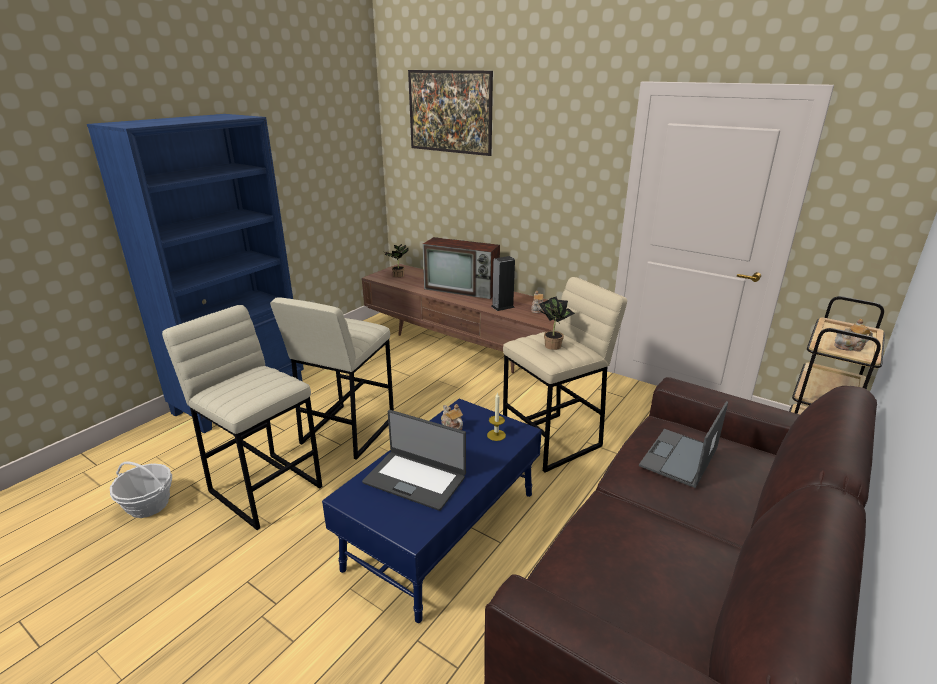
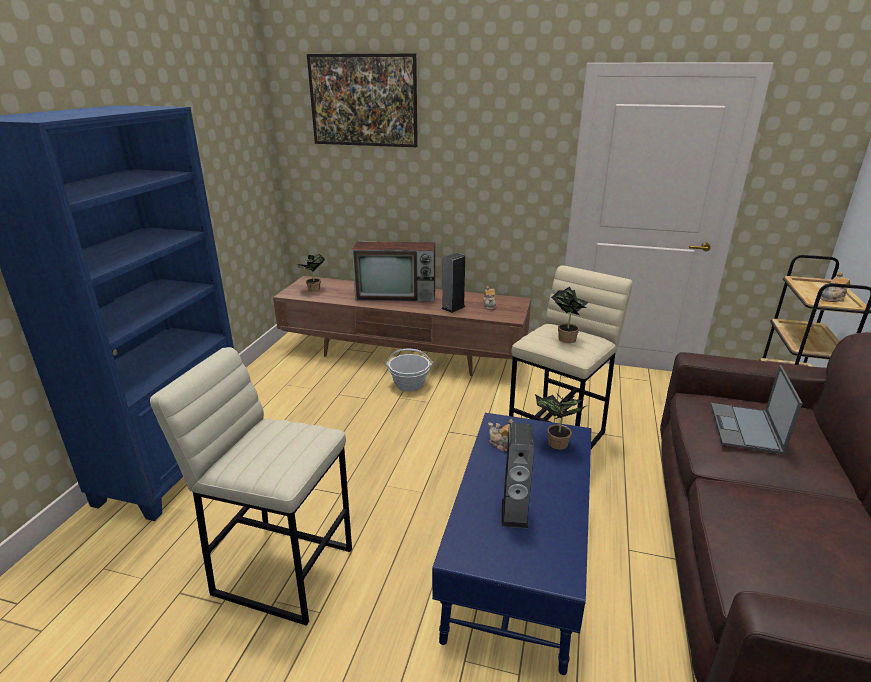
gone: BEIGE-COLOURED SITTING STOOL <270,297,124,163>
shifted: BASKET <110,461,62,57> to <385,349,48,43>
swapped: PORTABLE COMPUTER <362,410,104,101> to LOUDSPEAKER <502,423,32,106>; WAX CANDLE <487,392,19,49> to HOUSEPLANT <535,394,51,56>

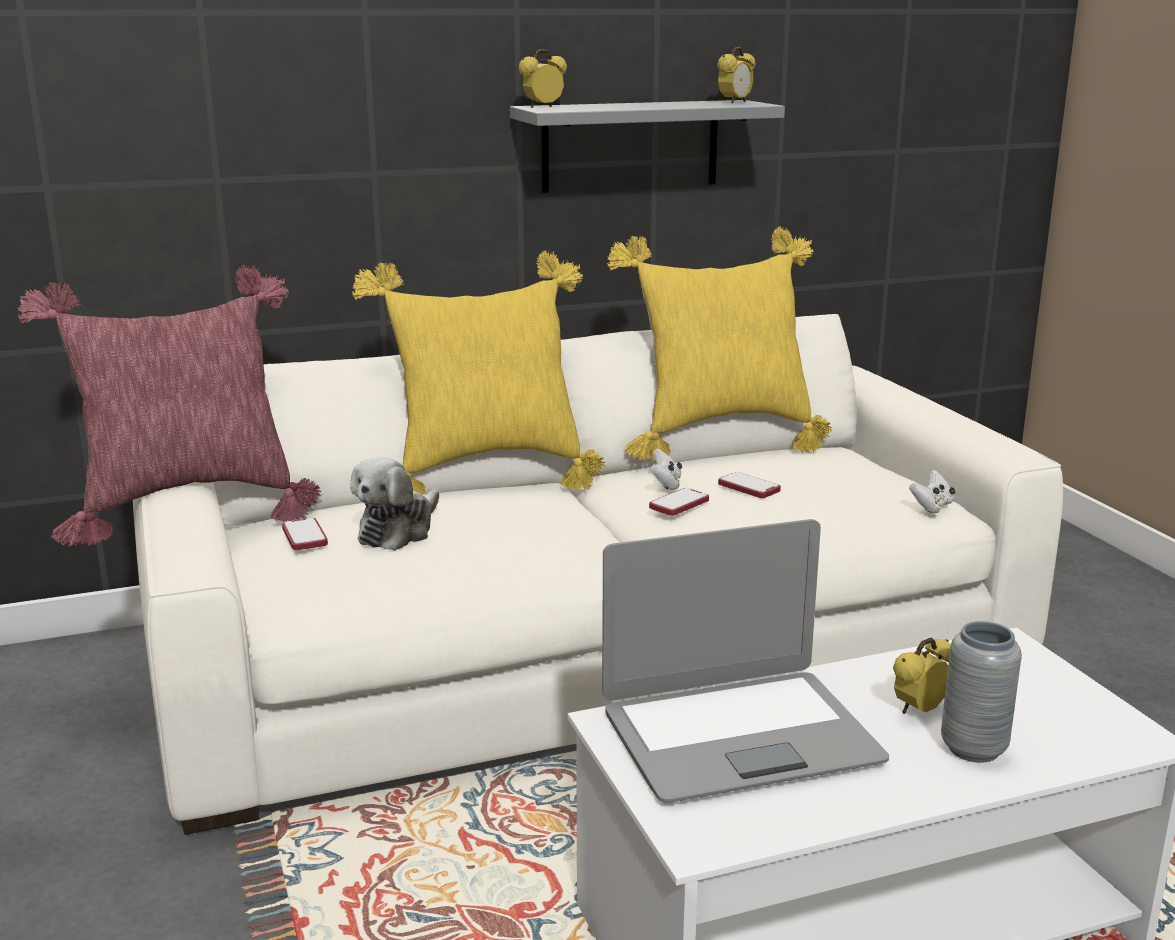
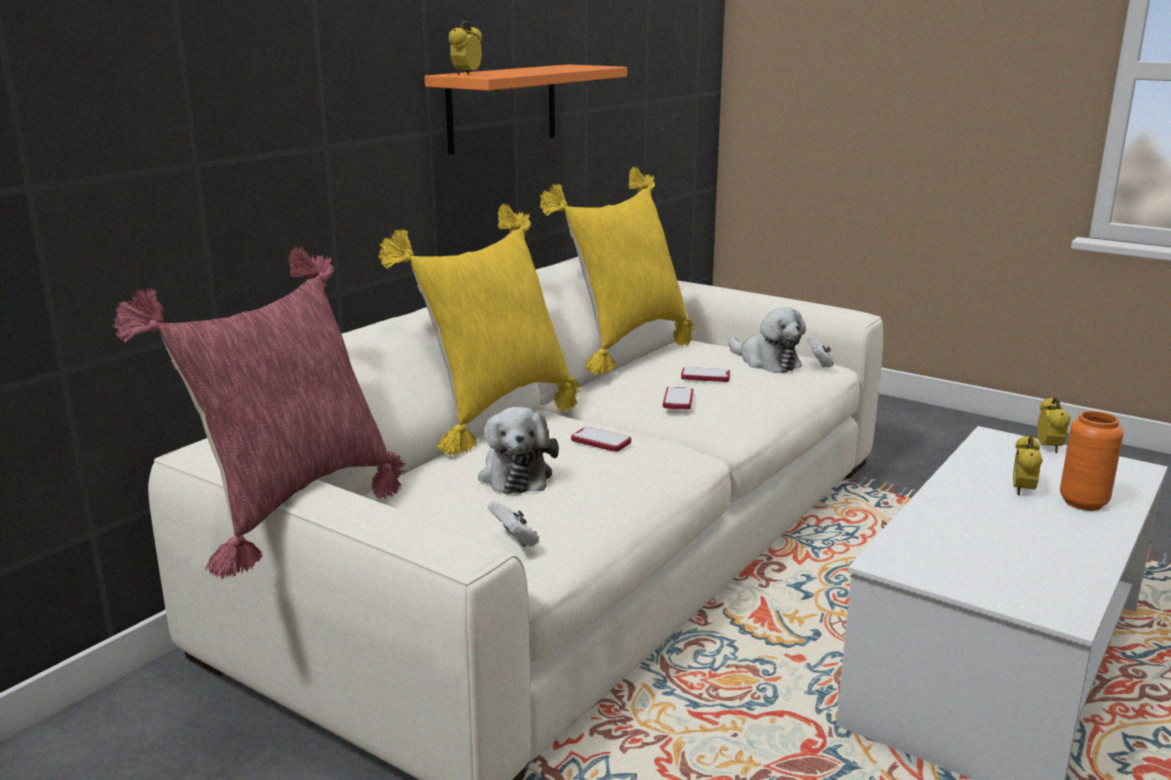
gone: PORTABLE COMPUTER <602,519,287,284>
new: CUDDLY TOY <729,307,77,66>
shifted: WHITE-COLOURED JOYPAD <649,449,33,41> to <487,501,52,46>; PHONE <282,518,46,32> to <571,427,60,25>; TABLE CLOCK <717,47,39,56> to <1037,397,34,56>
repainted: GREYISH WALL SHELF <510,100,275,93> to ORANGE-COLOURED WALL SHELF <424,64,203,91>; GREYISH DECORATIVE VASE <941,621,81,142> to ORANGE-COLOURED DECORATIVE VASE <1060,411,64,100>

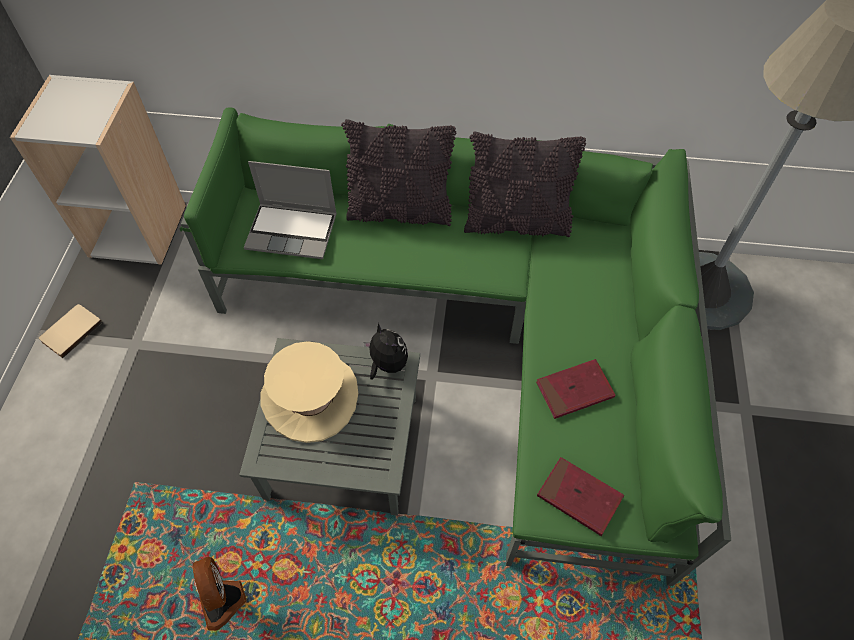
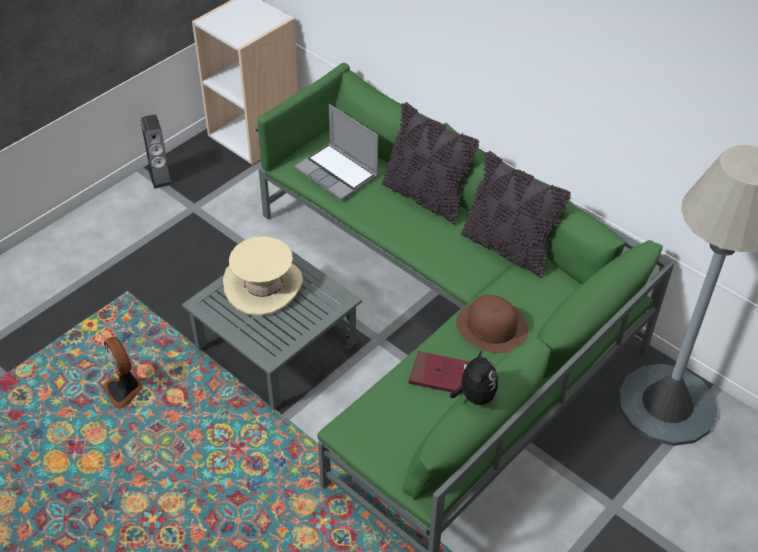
gone: RED BOOK <537,457,87,79>
new: BROWN-COLOURED HAT <456,295,72,58>
shifted: CUDDLY TOY <364,323,44,57> to <450,348,48,57>
swapped: BEIGE-COLOURED BOOK <39,304,64,54> to LOUDSPEAKER <140,115,33,74>
rotated: ELECTRIC FAN <193,557,54,74> = <102,337,41,72> 45 degrees counterclockwise

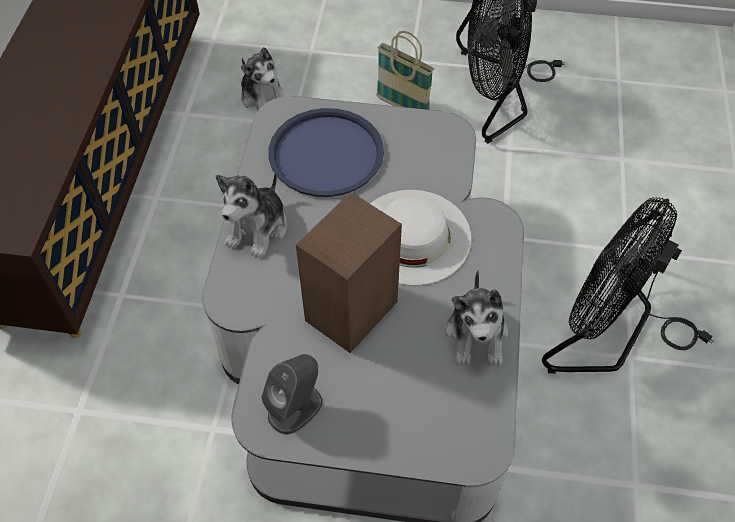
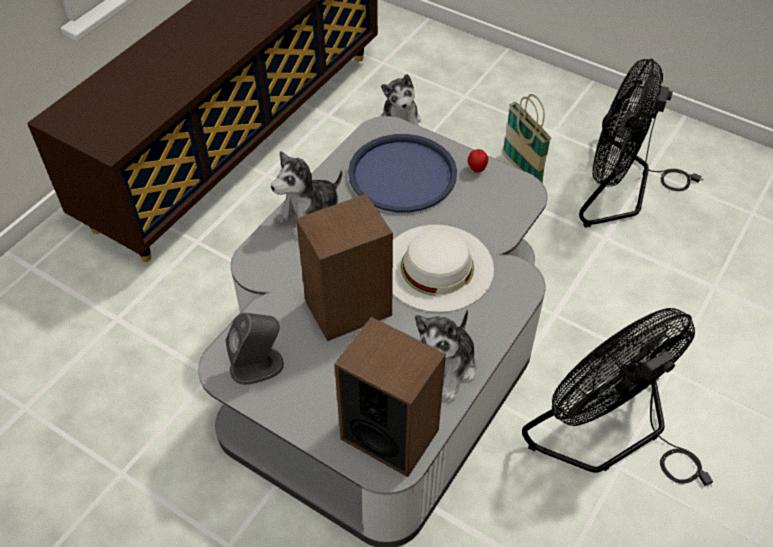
new: LOUDSPEAKER <334,317,112,160>; WHOLE APPLE <468,149,20,23>

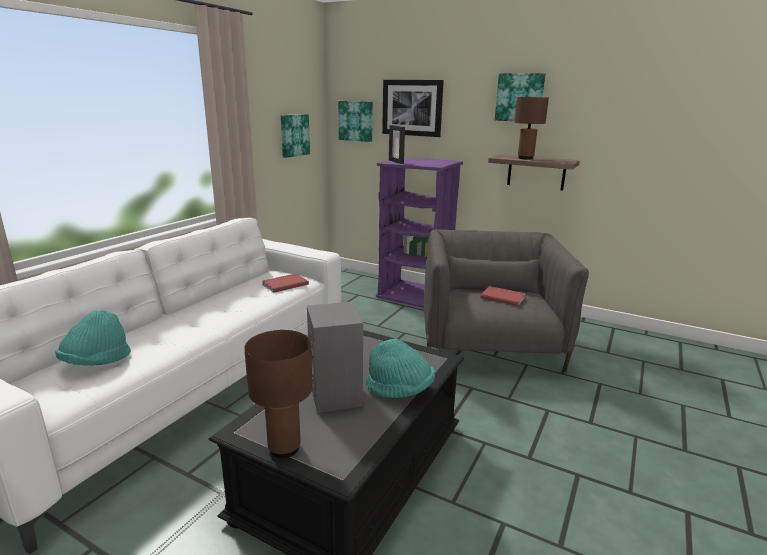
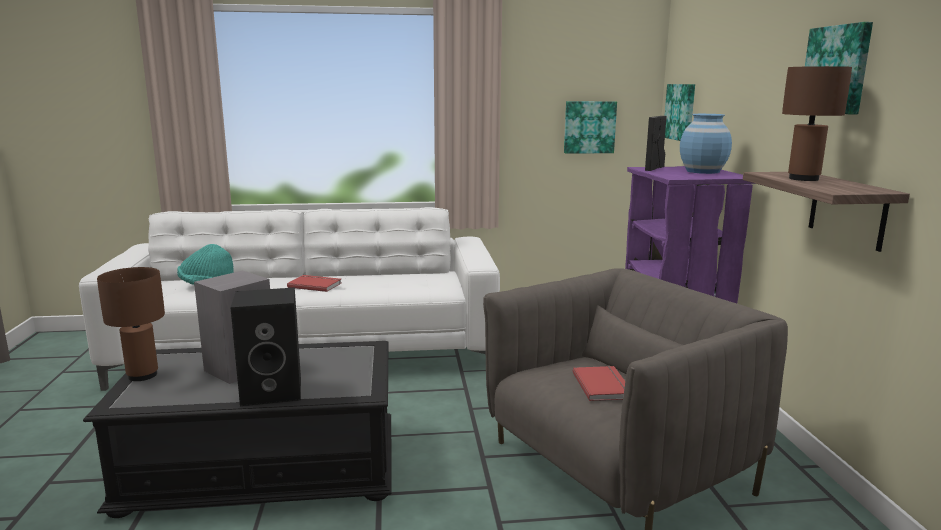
gone: WALL ART <382,80,62,57>
new: BLUISH DECORATIVE VASE <680,114,52,60>
shifted: RED BOOK <262,273,47,20> to <287,275,54,17>
swapped: BLUE-GREEN HAT <366,339,69,59> to BLACKISH LOUDSPEAKER <230,288,71,118>

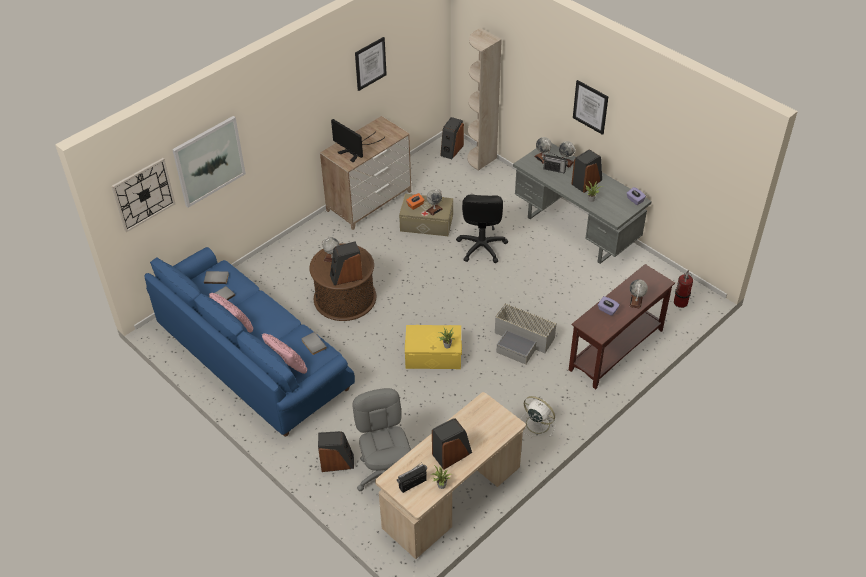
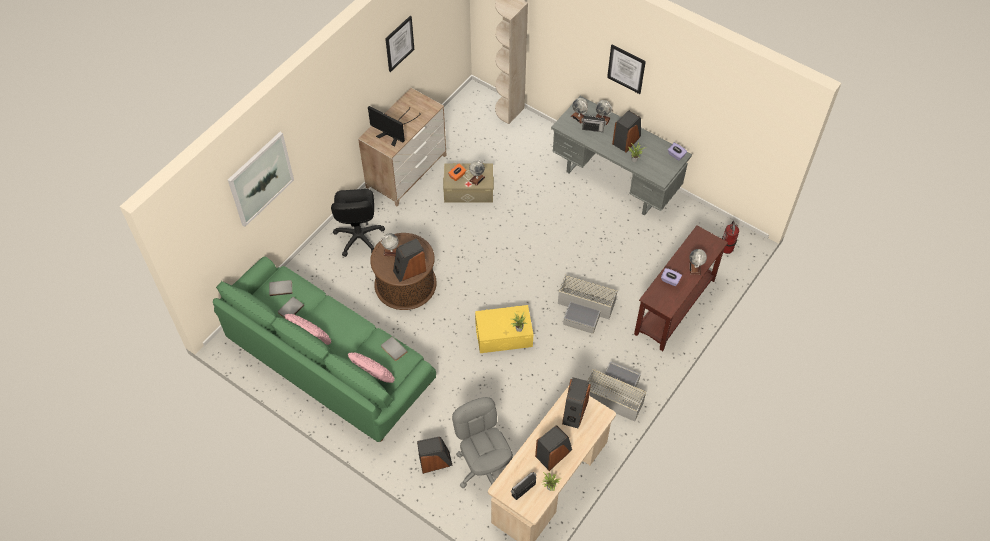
gone: CLOCK ON THE WALL <112,158,63,74>
shifted: BLACKISH COMPUTER CHAIR <456,195,52,68> to <331,189,54,68>; LOUDSPEAKER <440,117,24,42> to <562,377,29,51>
swapped: WHITE-COLOURED ELECTRIC FAN <520,396,36,41> to GREYISH STORAGE BIN <588,361,59,61>
repainted: BLUISH COUCH <144,247,211,189> to GREENISH COUCH <213,256,223,186>

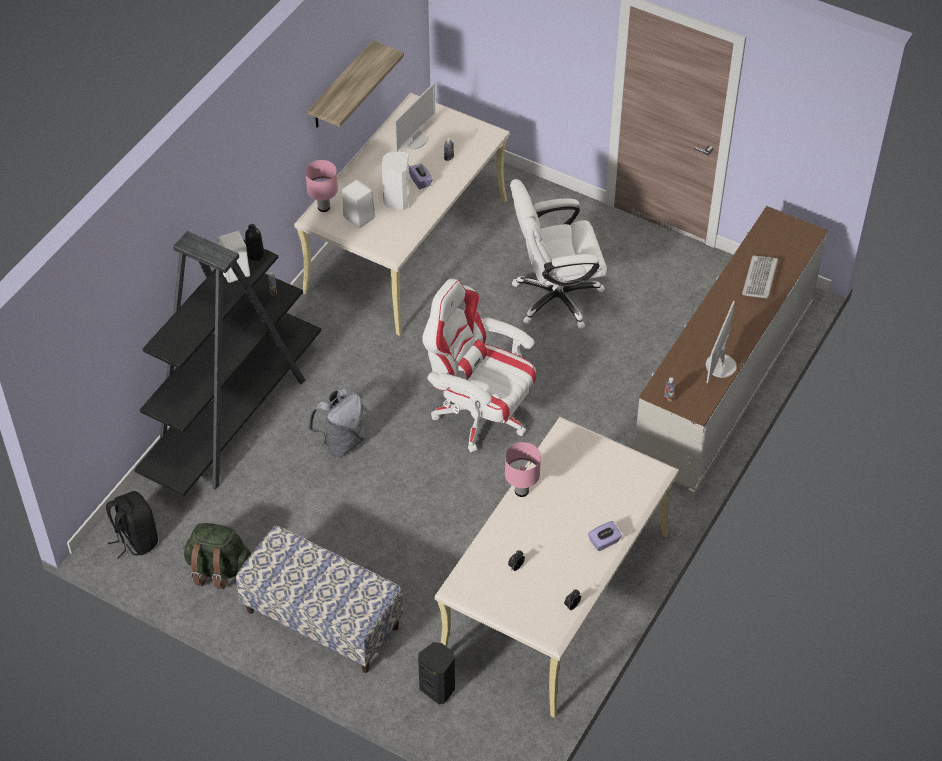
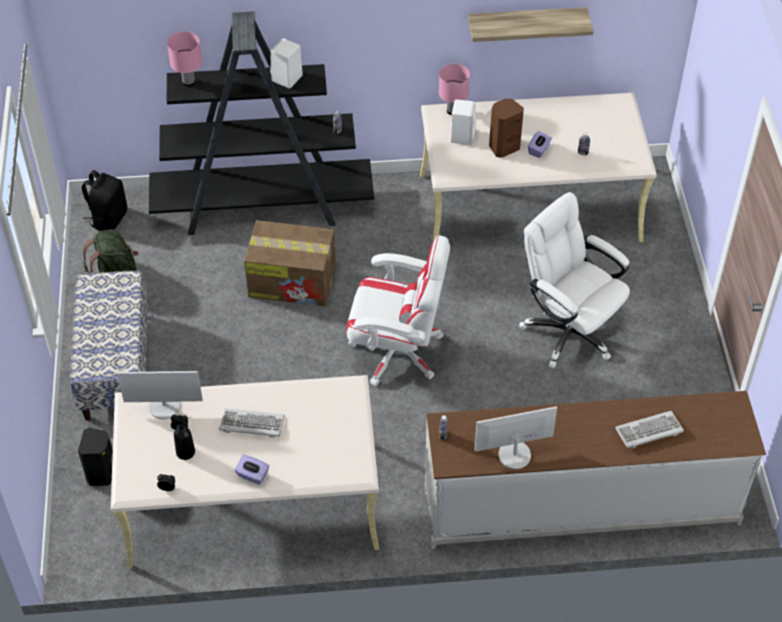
new: PC KEYBOARD <219,408,66,30>
shifted: MONITOR <395,83,40,68> to <117,371,86,48>; PINK TABLE LAMP <505,442,36,55> to <167,31,35,56>; BLACKISH BOTTLE <245,224,19,37> to <174,424,21,36>
swapped: GREYISH KNAPSACK <308,388,58,70> to PACKING BOX <244,220,92,87>
repainted: WHITE-COLOURED LOUDSPEAKER <382,152,28,58> to BROWN-COLOURED LOUDSPEAKER <489,99,35,59>
rotated: WHITE-COLOURED COMPUTER CHAIR <422,278,114,175> = <347,235,103,151> 105 degrees clockwise

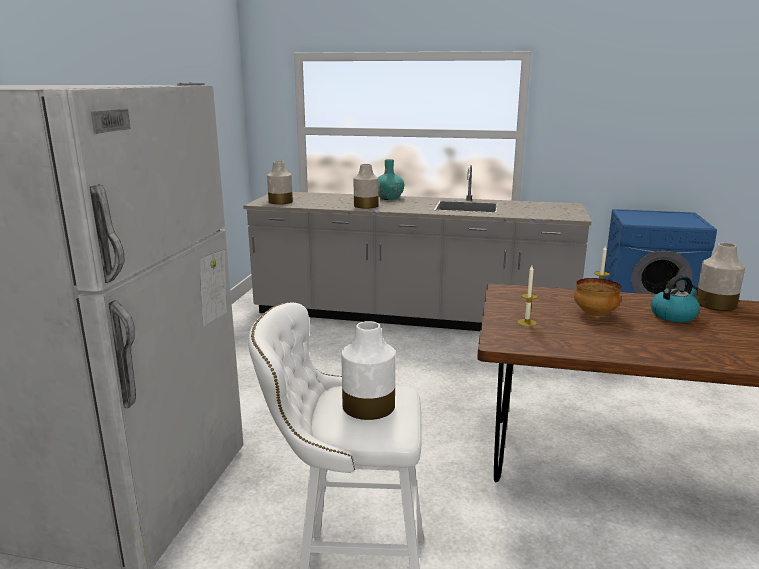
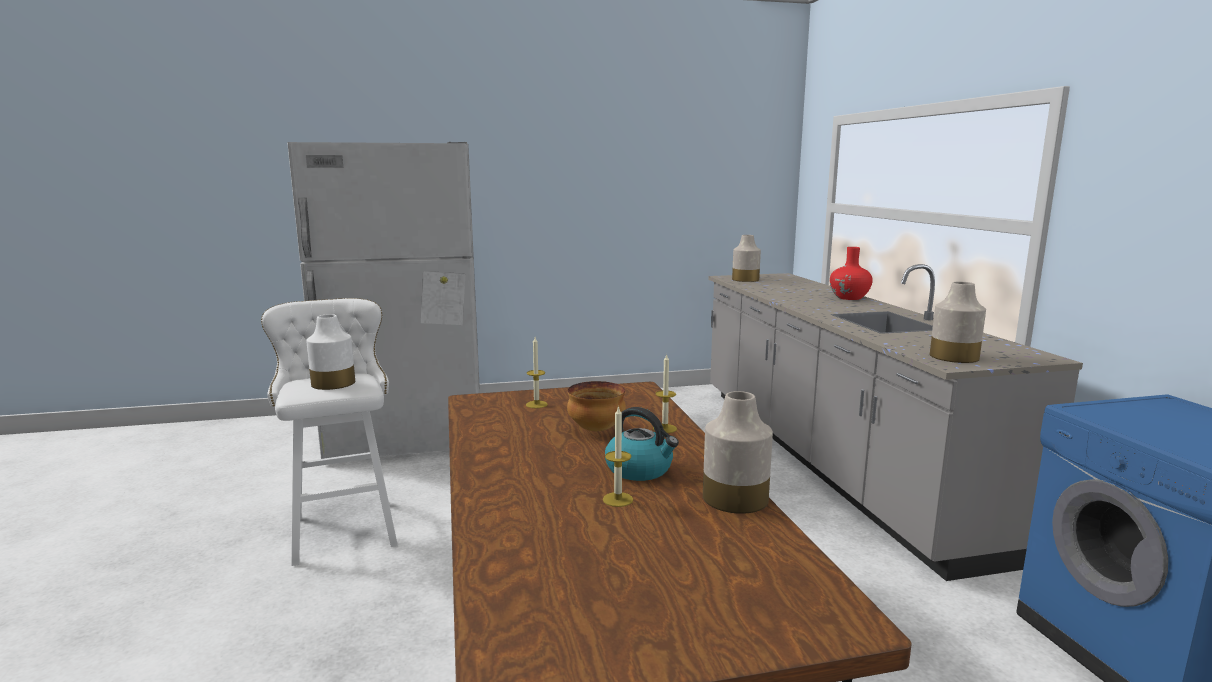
new: WAX CANDLE <603,405,30,102>
shifted: BEIGE-COLOURED DECORATIVE VASE <354,164,25,45> to <930,282,56,81>
repainted: BLUE-GREEN DECORATIVE VASE <378,159,26,41> to RED DECORATIVE VASE <830,247,43,53>

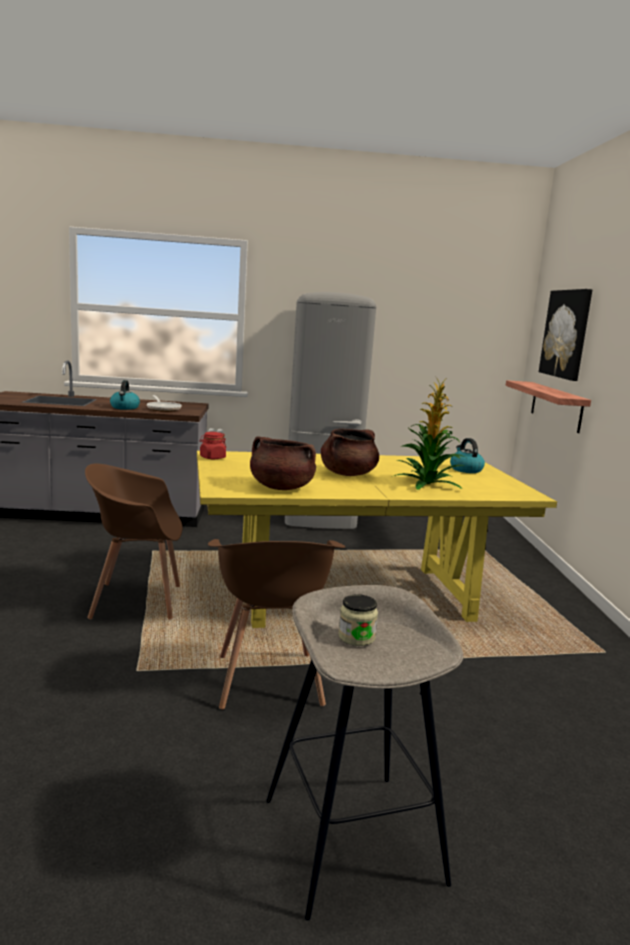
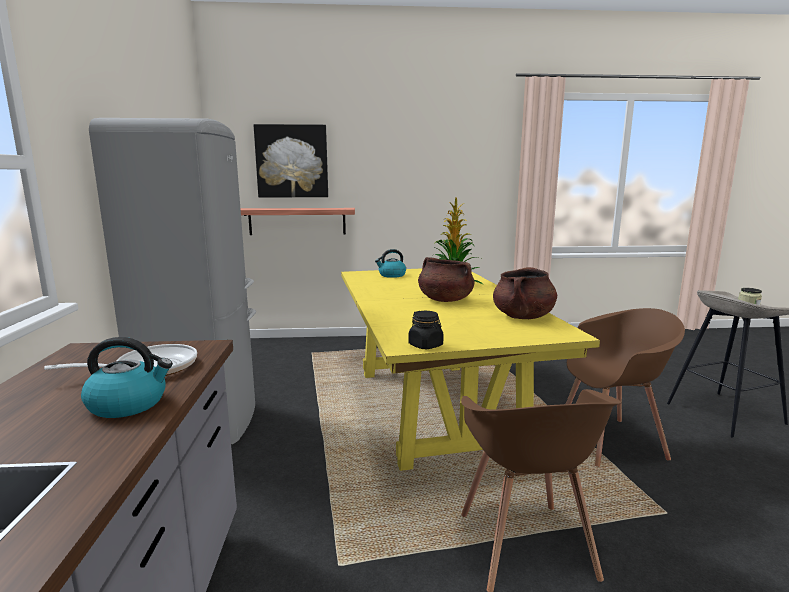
repainted: RED STORAGE JAR <199,432,27,27> to BLACKISH STORAGE JAR <408,311,35,38>

